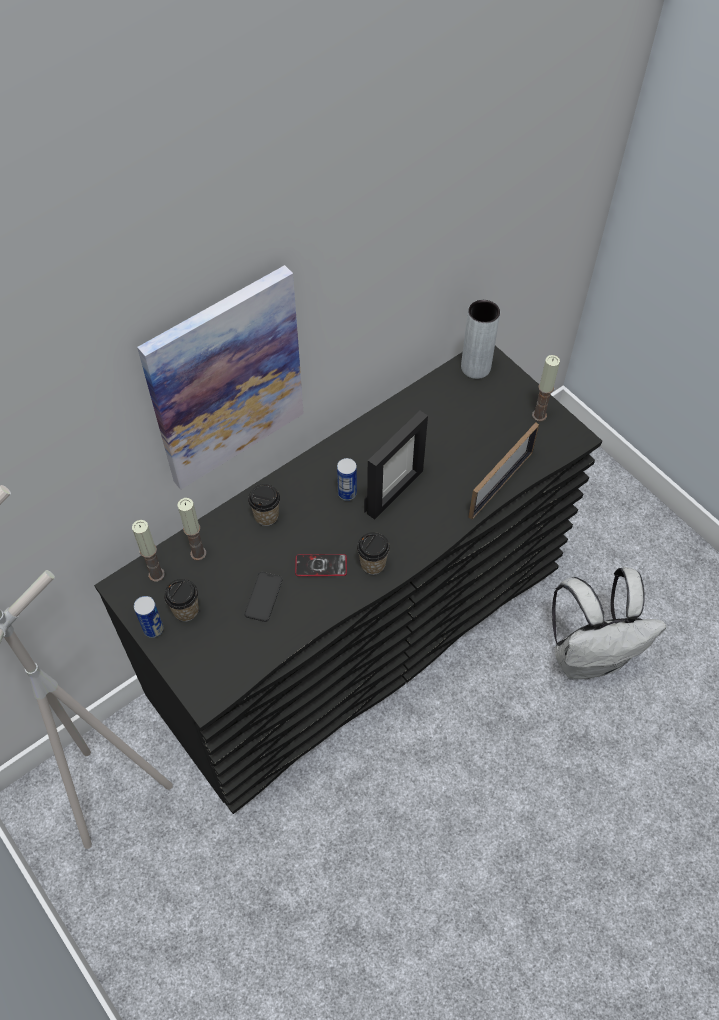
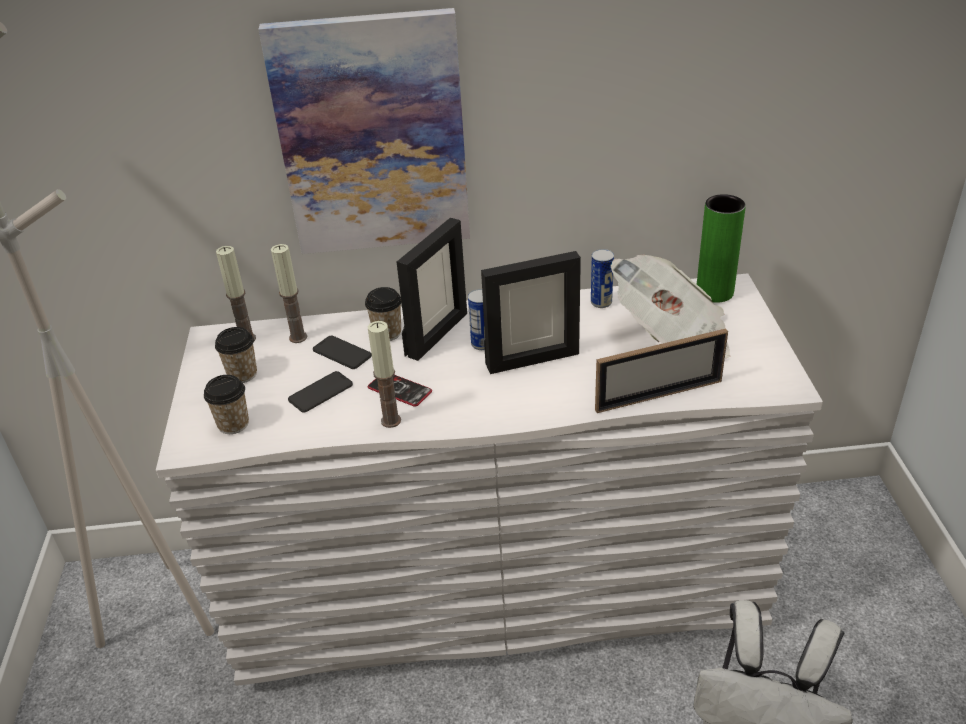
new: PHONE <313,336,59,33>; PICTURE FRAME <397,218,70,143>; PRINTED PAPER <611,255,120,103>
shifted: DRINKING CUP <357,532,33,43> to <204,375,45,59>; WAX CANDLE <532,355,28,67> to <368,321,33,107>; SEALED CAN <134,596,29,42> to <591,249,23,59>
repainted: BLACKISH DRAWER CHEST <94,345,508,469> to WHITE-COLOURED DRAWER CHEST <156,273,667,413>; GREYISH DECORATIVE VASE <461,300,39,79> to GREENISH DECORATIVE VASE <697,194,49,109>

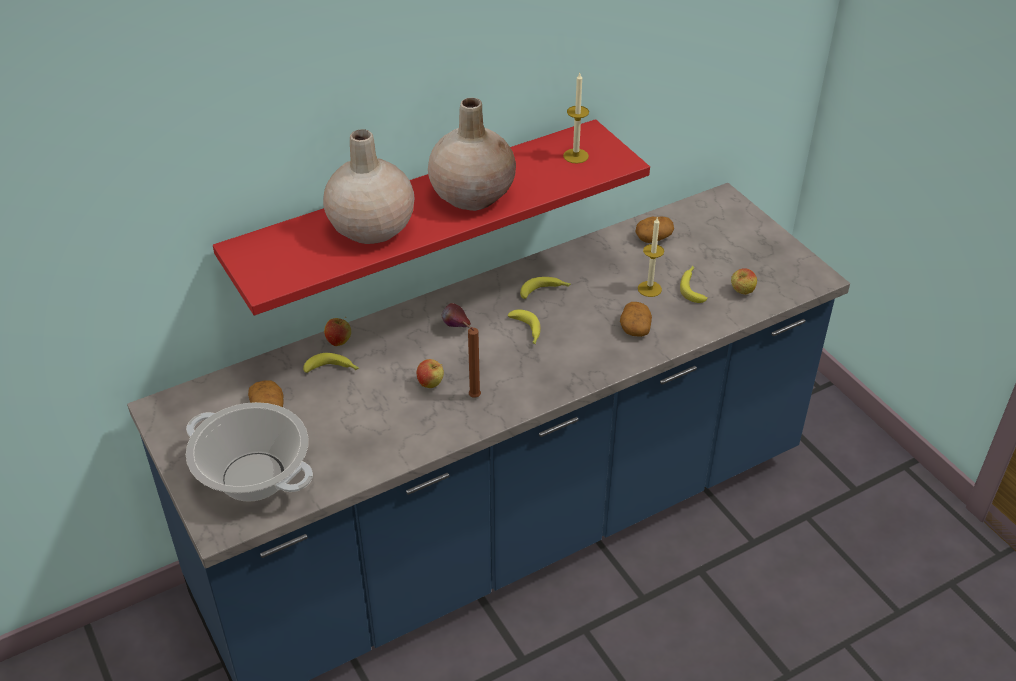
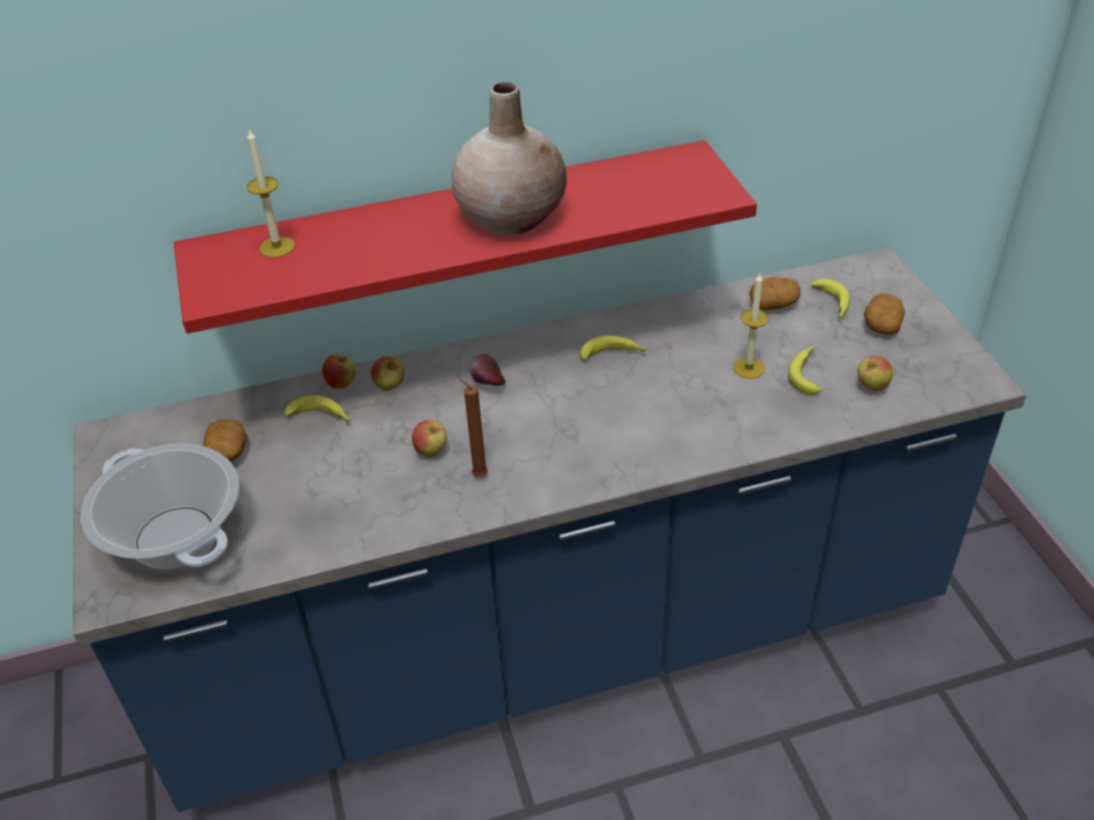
gone: BEIGE-COLOURED DECORATIVE VASE <323,129,92,115>
new: WHOLE APPLE <371,356,34,35>
shifted: WAX CANDLE <563,73,26,91> to <247,129,48,129>; WHOLE BANANA <508,309,33,35> to <811,279,39,39>; SPUD <620,302,32,35> to <864,293,41,42>

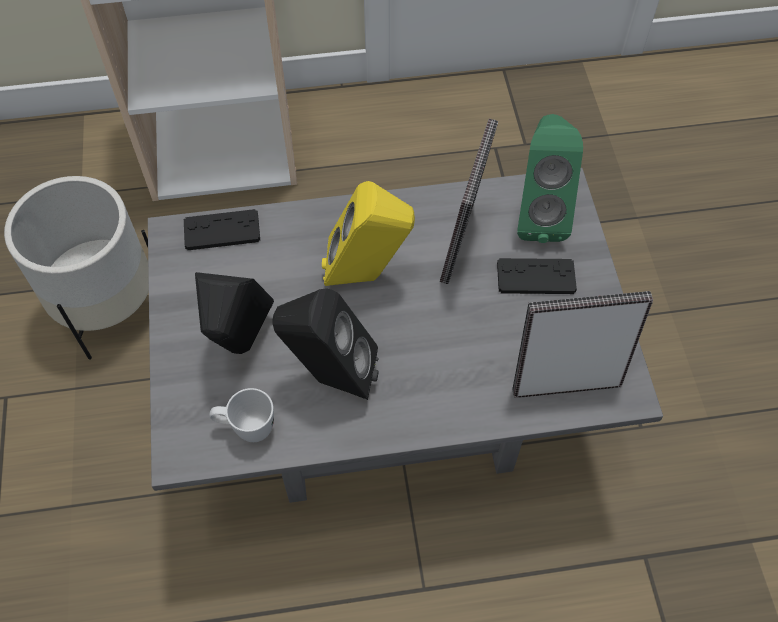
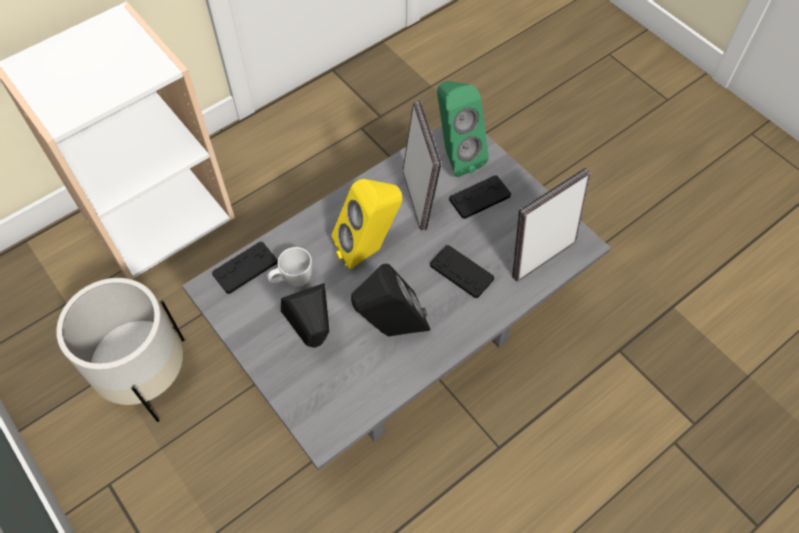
new: BLACKISH JOYPAD <430,245,64,54>
shifted: WHITE-COLOURED COFFEE MUG <210,388,64,54> to <267,247,45,40>

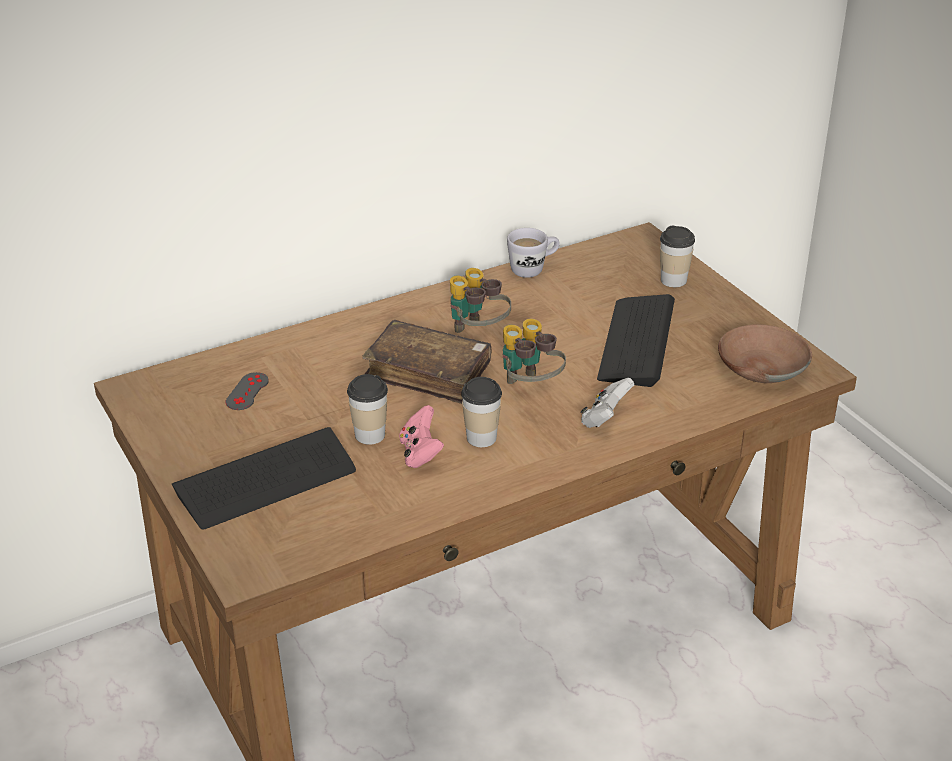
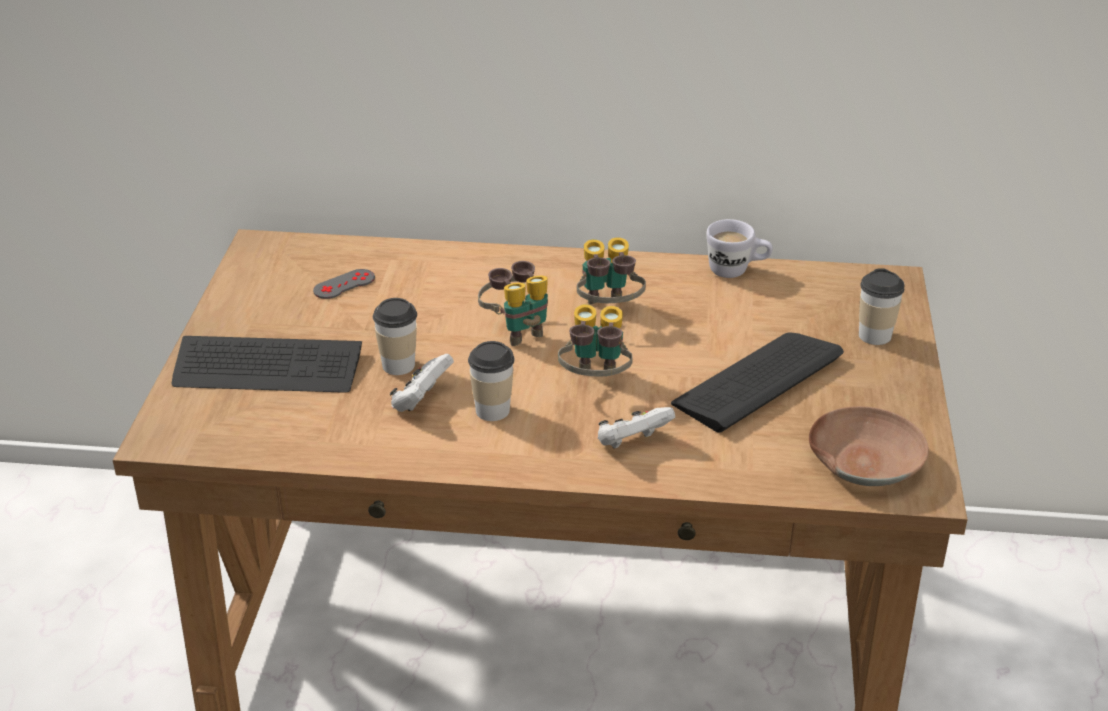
swapped: BROWN-COLOURED BOOK <362,320,129,84> to BINOCULARS <478,261,70,85>
repainted: PINK JOYPAD <399,405,45,63> to WHITE-COLOURED JOYPAD <390,354,64,58>

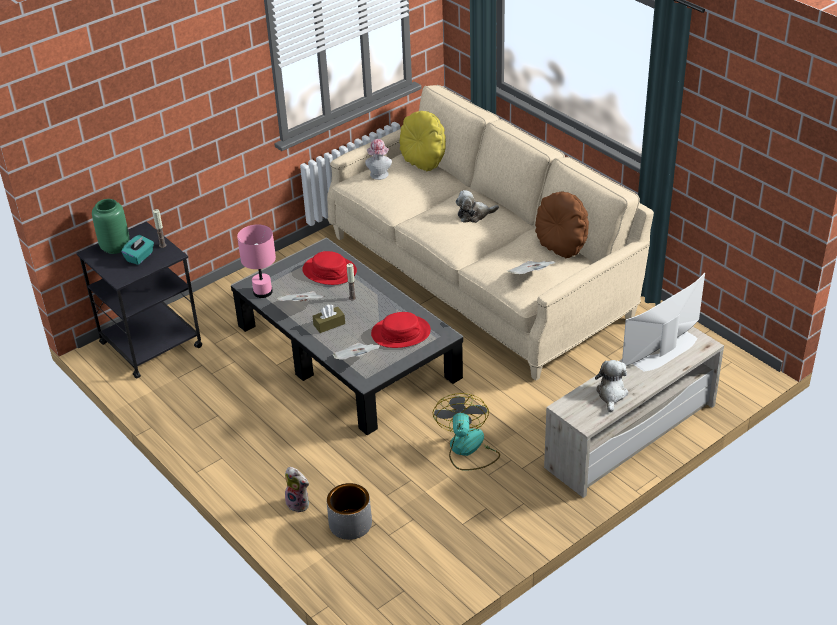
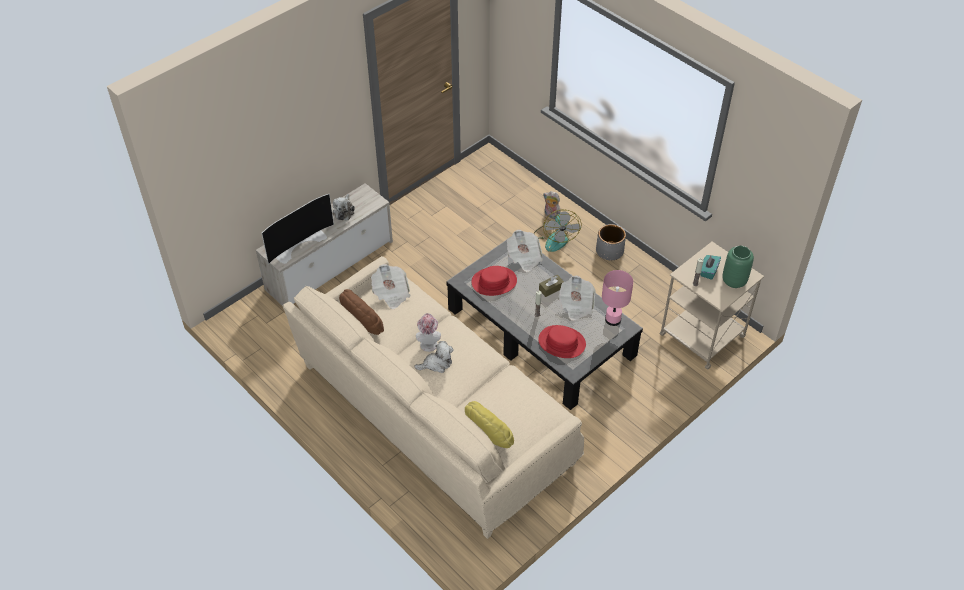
shifted: HAT <365,139,27,41> to <416,313,25,39>; ELECTRIC FAN <433,393,67,78> to <534,209,47,43>; GREYISH PLANT POT <327,483,45,57> to <596,224,30,36>
repainted: BLACKISH TROLLEY <76,221,127,158> to BEIGE-COLOURED TROLLEY <660,242,104,127>

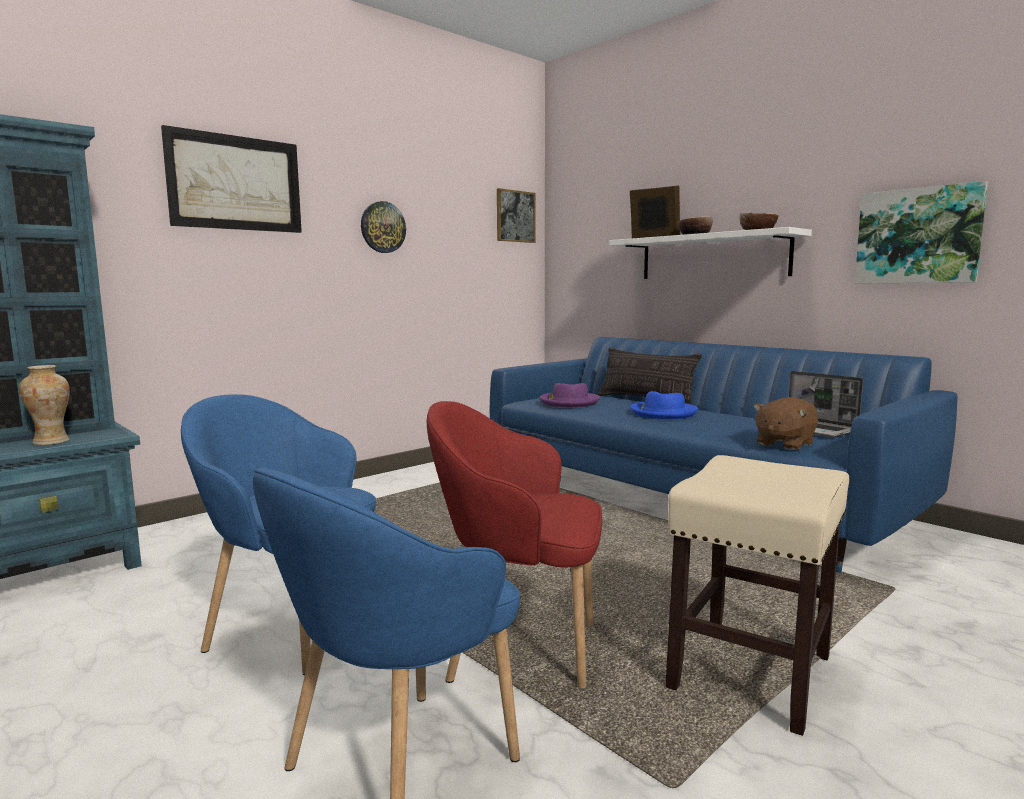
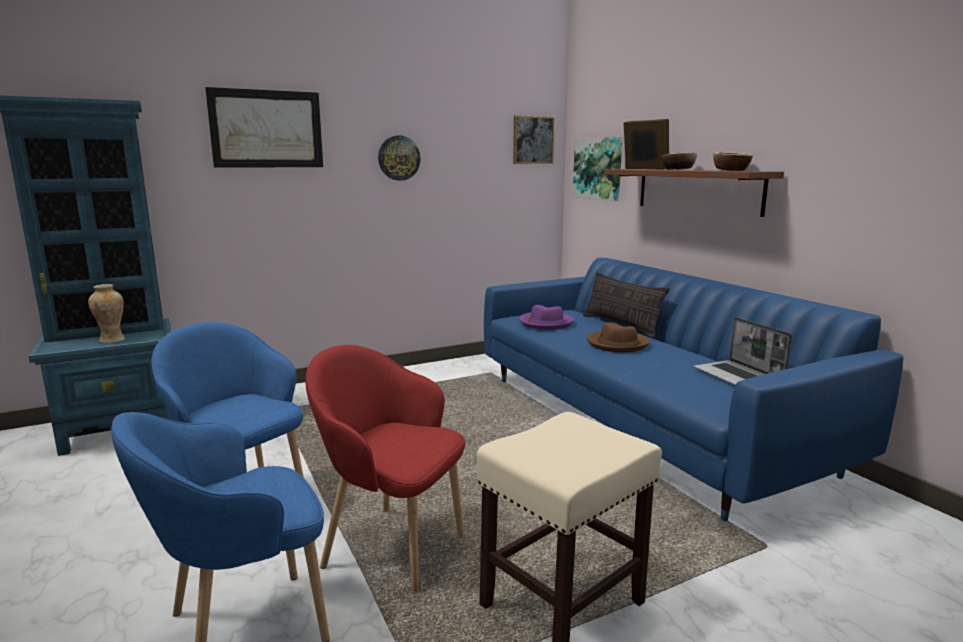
gone: BROWN-COLOURED CUDDLY TOY <754,397,64,53>
shifted: WALL ART <855,181,133,103> to <573,137,50,64>
repainted: BLUISH HAT <630,391,69,28> to BROWN-COLOURED HAT <587,323,63,29>; WHITE-COLOURED WALL SHELF <609,227,203,52> to BROWN-COLOURED WALL SHELF <604,169,180,48>

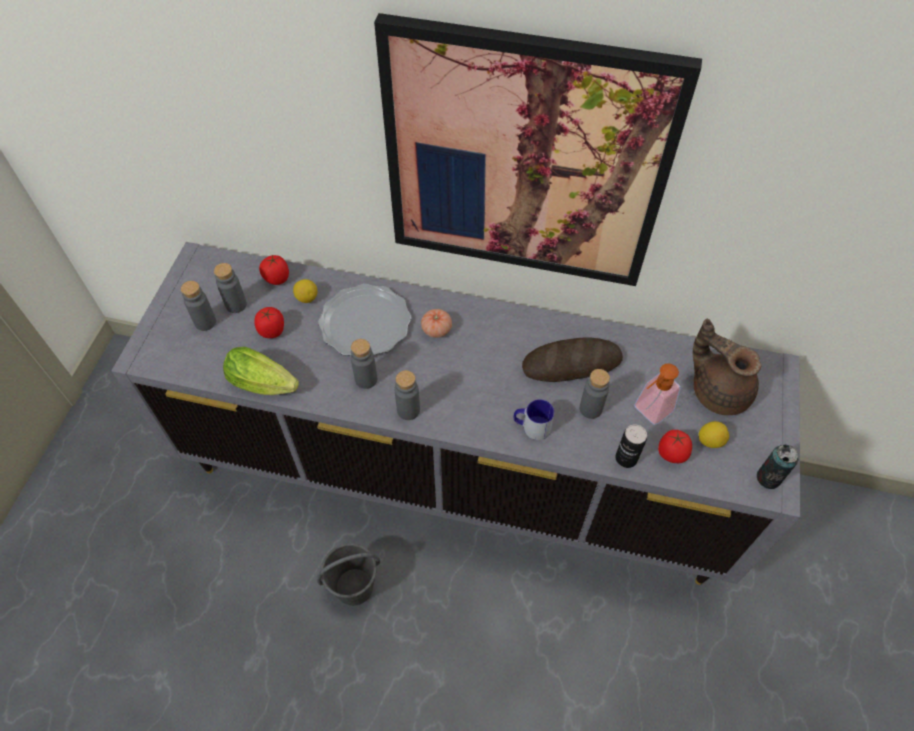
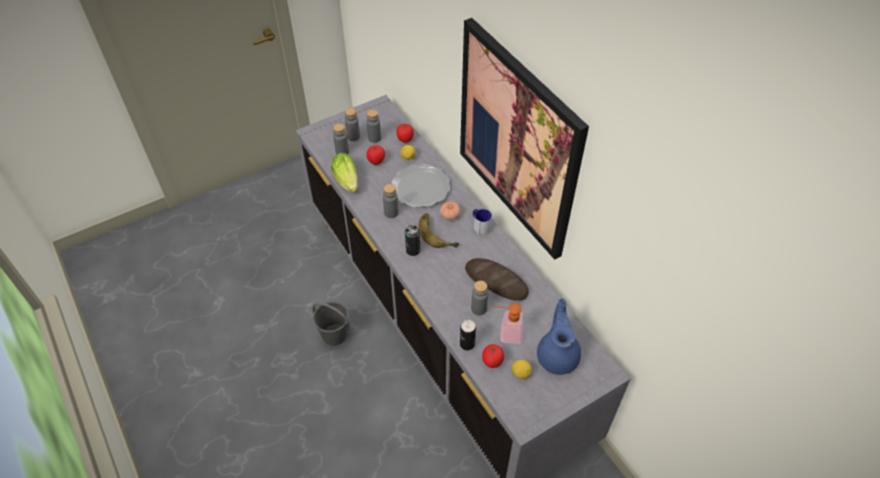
new: WHOLE BANANA <419,213,40,35>
shifted: GREYISH BOTTLE <395,370,25,50> to <333,124,16,31>; SEALED CAN <757,444,41,45> to <405,225,15,31>; COFFEE MUG <513,399,41,41> to <473,209,19,26>
repainted: BROWN-COLOURED POT FOR TEA <693,319,68,96> to BLUISH POT FOR TEA <537,298,44,77>

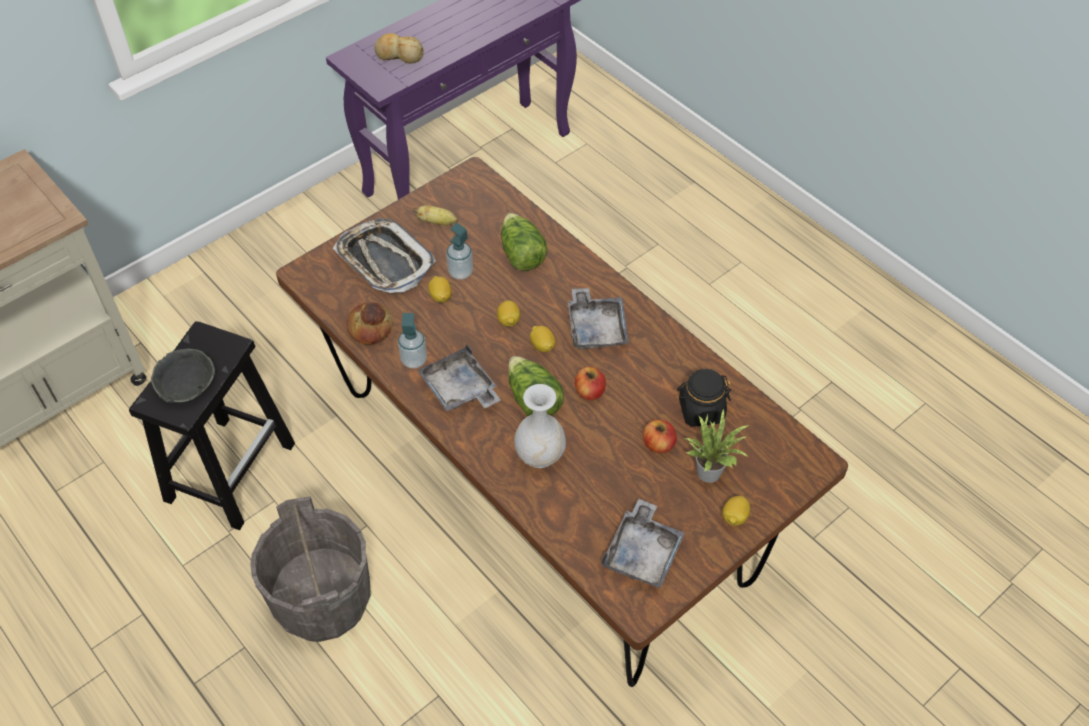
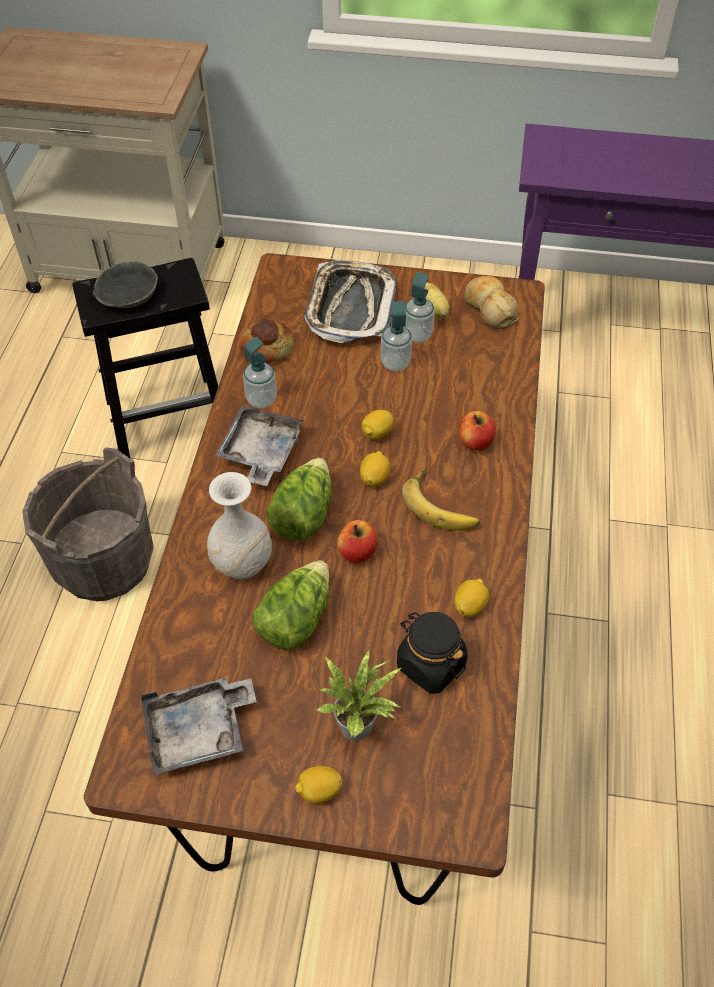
new: SOAP DISPENSER <405,272,30,70>
shifted: LETTUCE HEAD <501,213,46,58> to <252,560,77,90>; CITRUS FRUIT <428,276,24,27> to <454,579,35,38>; WHOLE APPLE <643,420,34,33> to <459,411,37,40>; BREAD <374,33,50,31> to <464,276,55,53>
swapped: GREYISH SERVING TRAY <568,288,61,61> to WHOLE BANANA <402,467,78,64>

